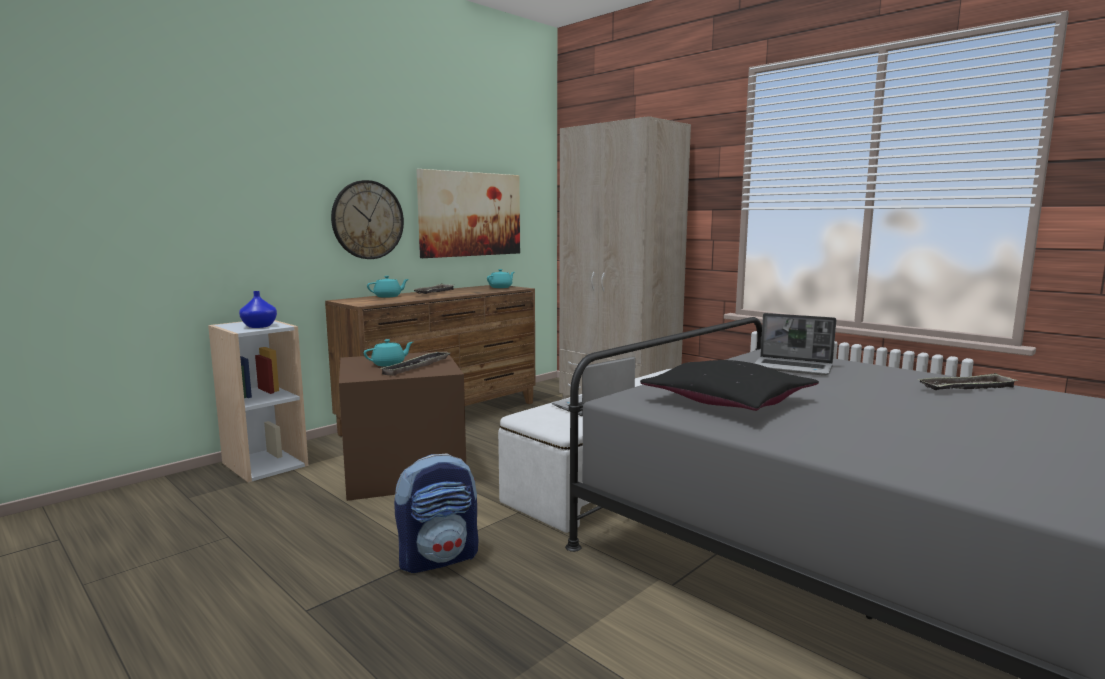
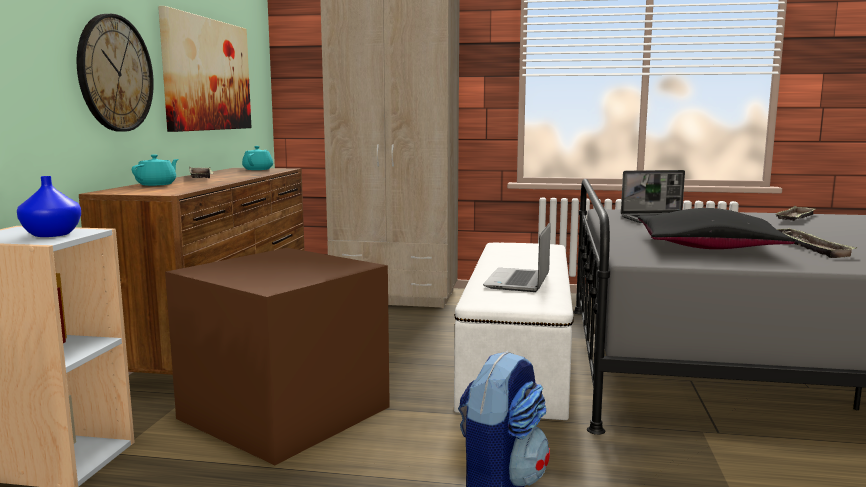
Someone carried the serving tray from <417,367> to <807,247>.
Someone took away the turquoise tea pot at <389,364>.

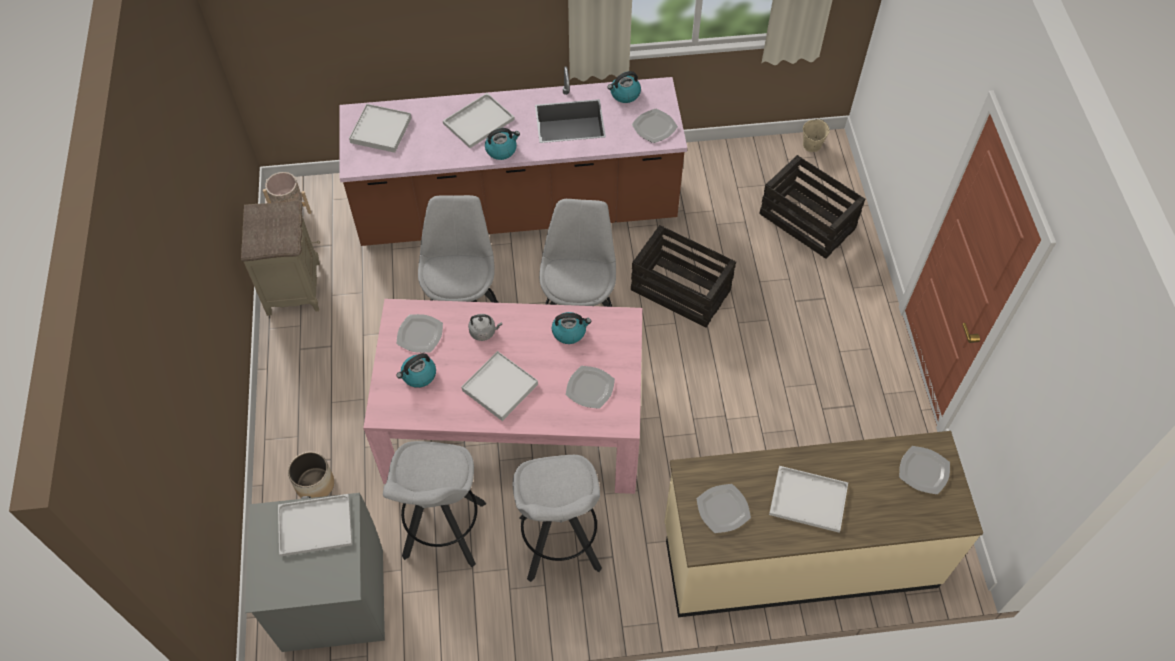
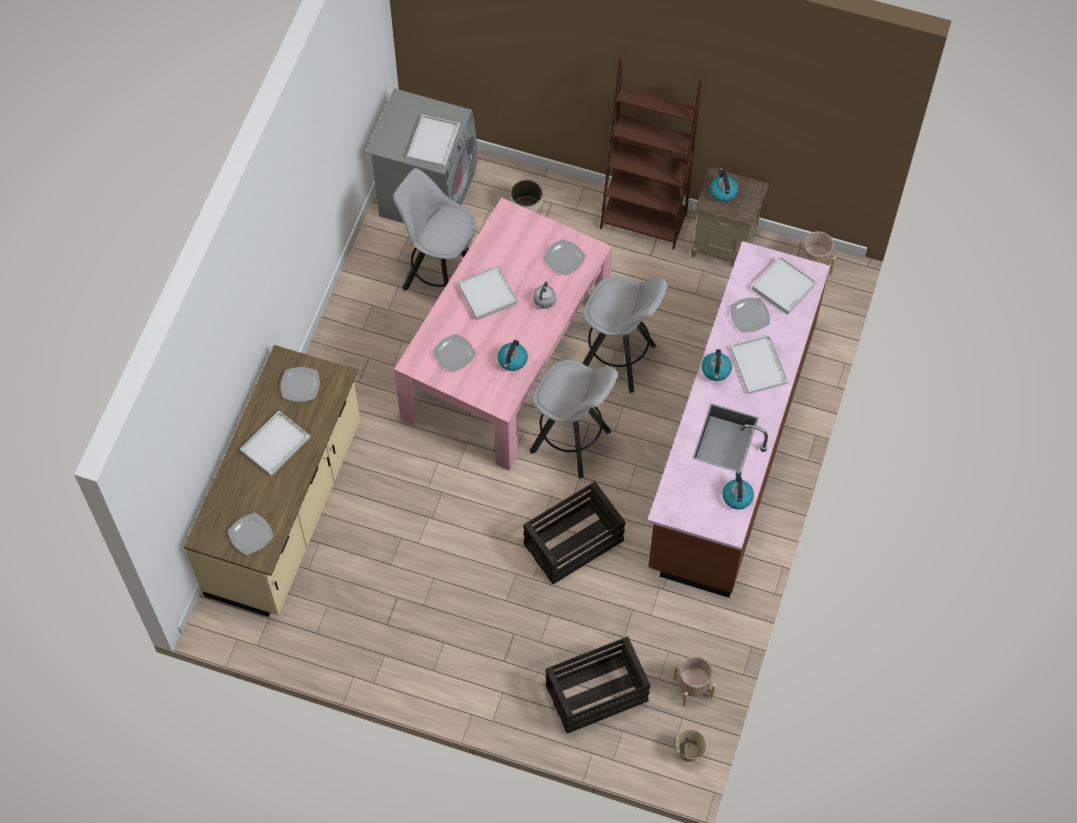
Someone put down the brown-coloured bookshelf at <643,220>.
Someone put down the beige-coloured plant pot at <693,688>.
Someone carried the kettle from <418,375> to <723,191>.
Someone carried the dinner plate from <654,127> to <749,315>.
Someone took away the grey sitting stool at <560,546>.

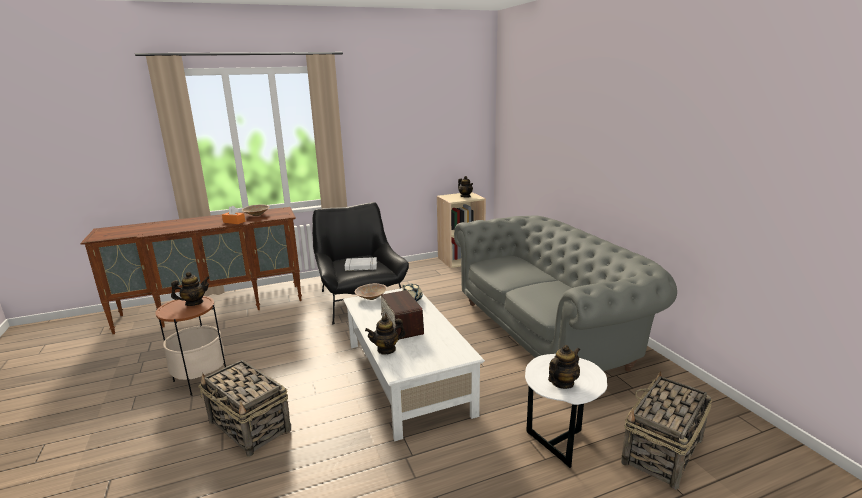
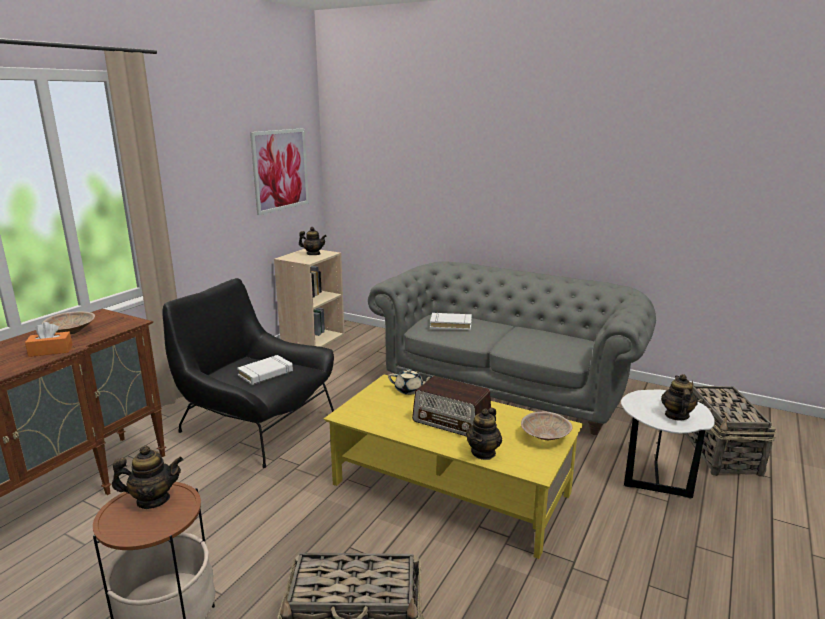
Someone rotated the tea pot at <194,303> by 60 degrees clockwise.
Someone put up the picture at <280,170>.
Someone repainted the whitish low table at <408,377>, which became the yellow low table at <452,488>.
Someone put down the whitish bound book at <451,324>.
Someone carried the beige-coloured serving bowl from <371,298> to <544,437>.

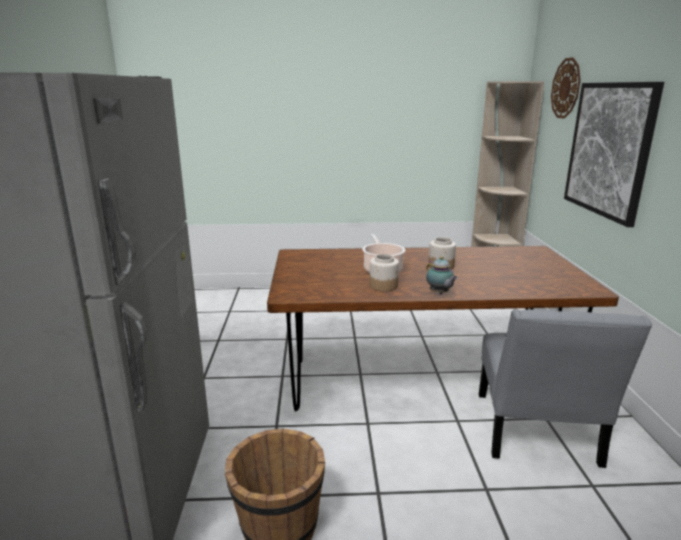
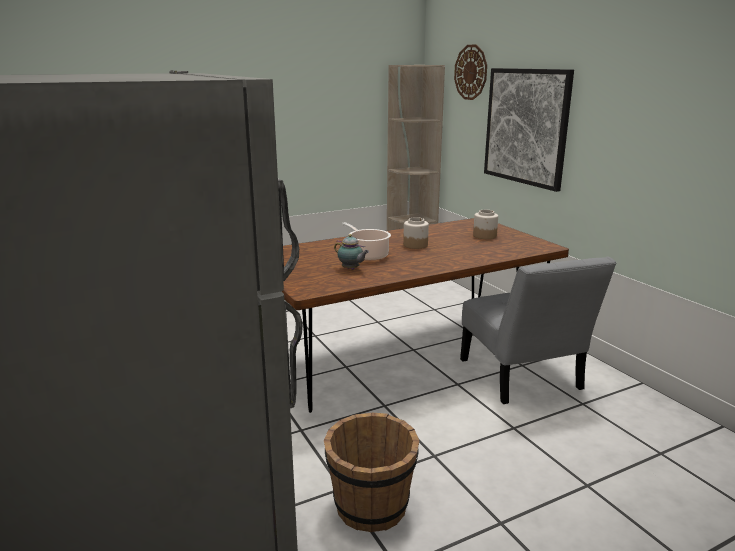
Someone carried the tea pot from <439,293> to <351,269>.
Someone carried the storage jar from <384,286> to <485,236>.

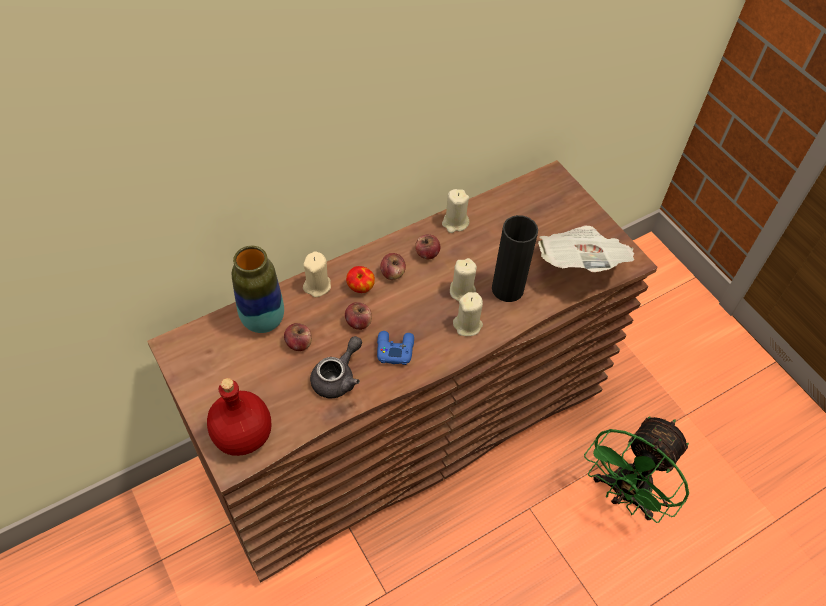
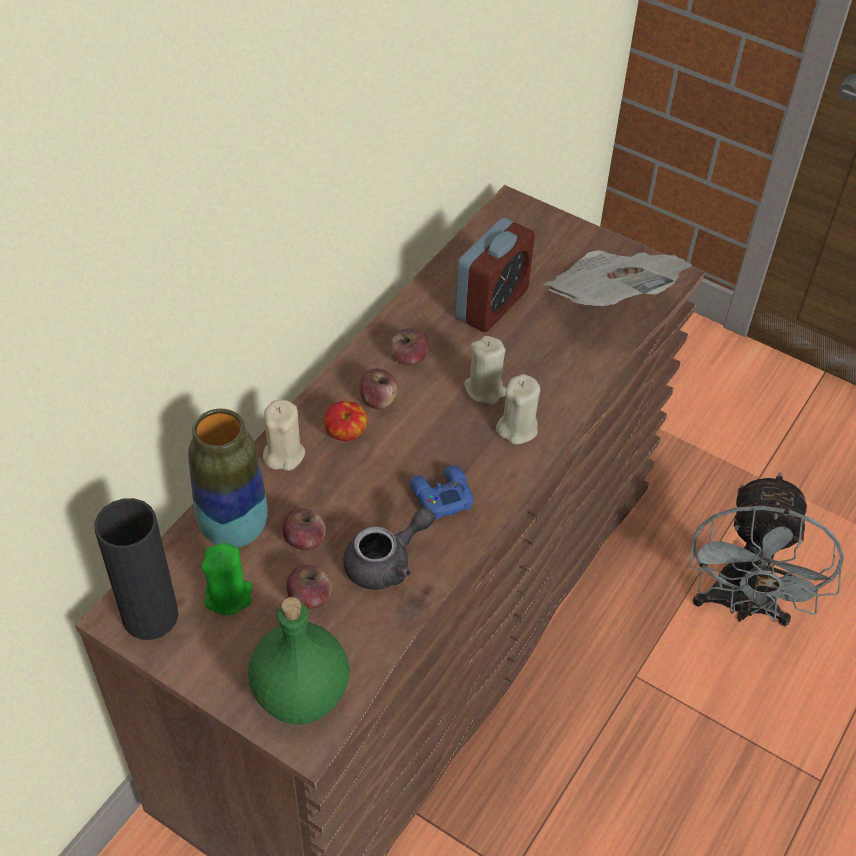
Someone carried the black-coloured vase from <507,289> to <150,616>.
Someone put down the greenish wax light at <229,596>.
Someone repainted the red beverage bottle at <243,434>, which became the greenish beverage bottle at <300,693>.
Someone carried the whole apple from <358,322> to <309,597>.
Someone rotated the grey tea pot at <338,377> by 45 degrees clockwise.
Someone put down the alarm clock at <491,304>.
Someone repainted the greenish cooling fan at <624,494>, which became the grey cooling fan at <741,606>.
Someone took away the beige-coloured wax light at <455,223>.

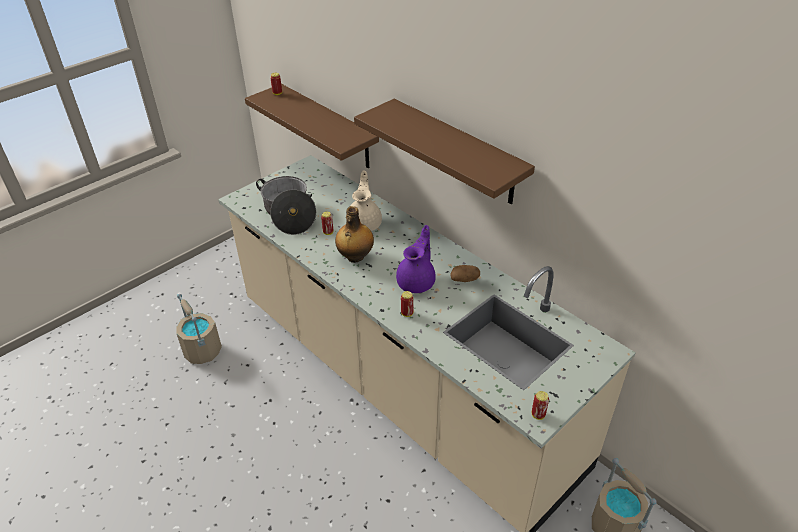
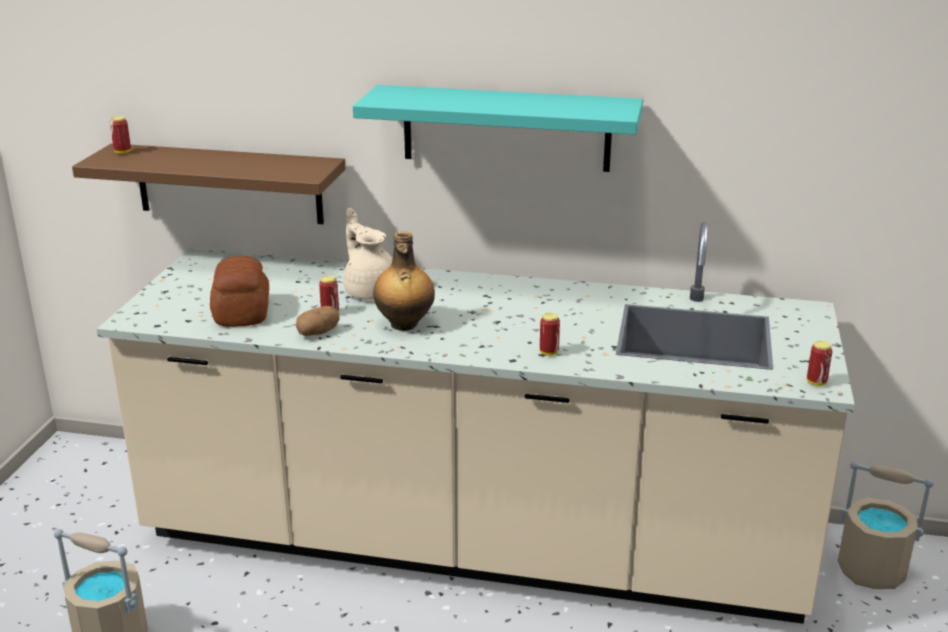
Someone swapped the cooking pot at <289,214> for the bakery bread at <243,312>.
Someone carried the spud from <464,279> to <318,332>.
Someone repainted the brown-coloured bracket shelf at <458,152>, which became the turquoise bracket shelf at <506,128>.
Someone took away the purple tea pot at <417,282>.

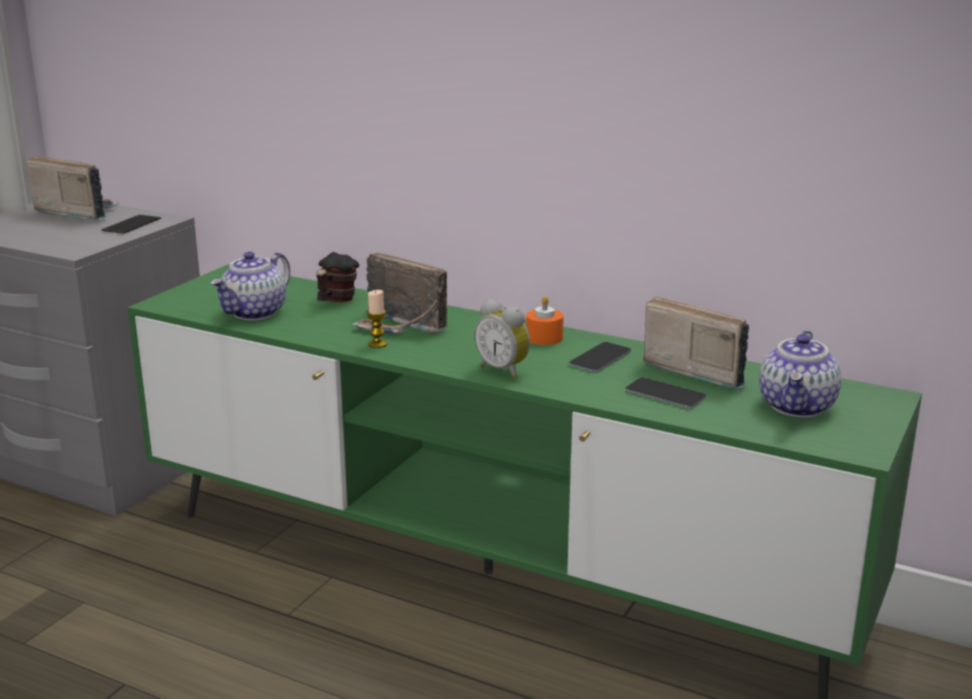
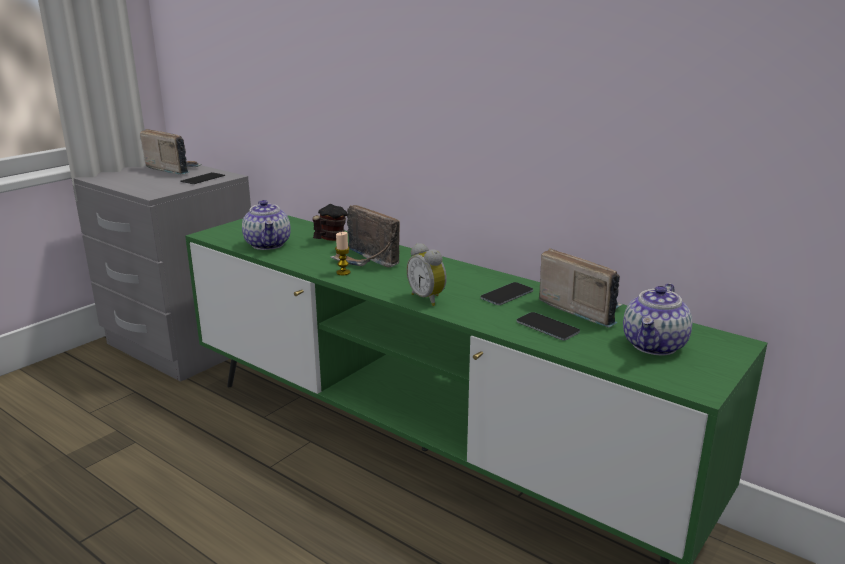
Someone rotated the tea pot at <255,313> by 60 degrees counterclockwise.
Someone took away the orange-coloured wax light at <544,338>.

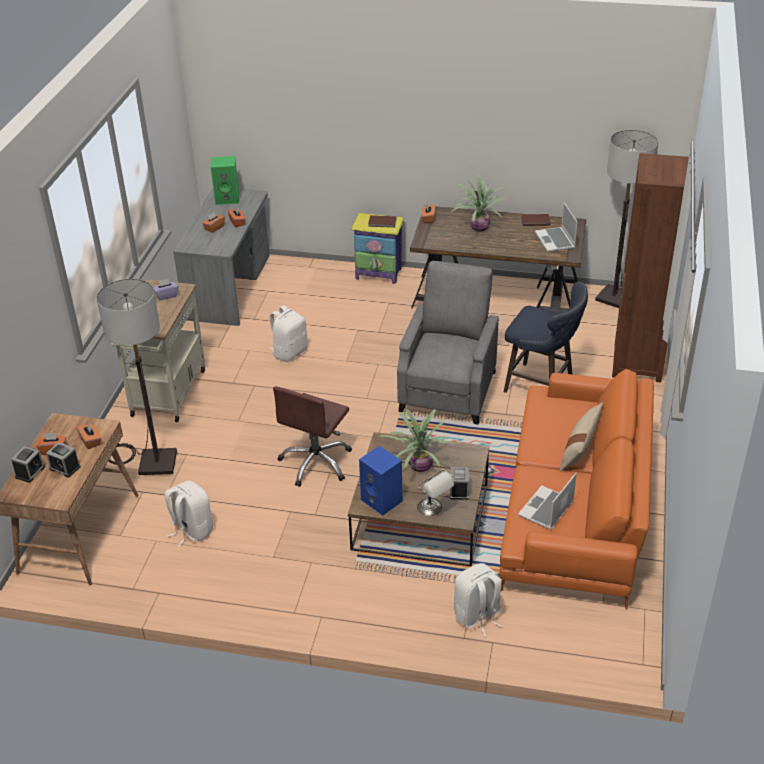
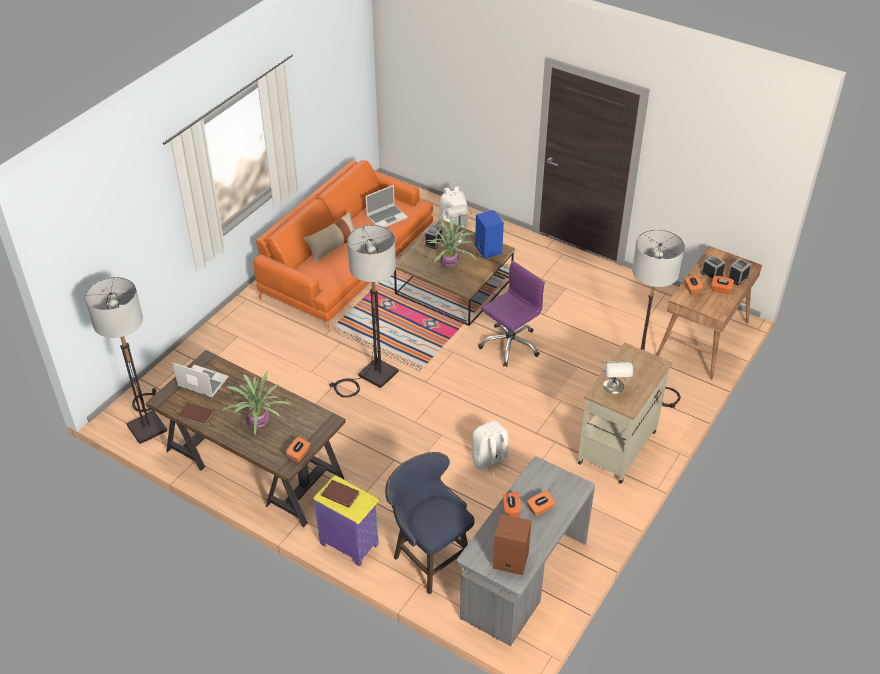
Someone rotated the portable computer at <555,241> by 75 degrees counterclockwise.
Someone swapped the grey armchair at <449,388> for the standing lamp at <369,378>.
Someone carried the blue sitting stool from <541,386> to <430,558>.
Someone repainted the brown-coloured office chair at <316,462>, which became the purple office chair at <509,345>.
Someone repainted the greenish speaker at <228,198>, which became the brown-coloured speaker at <509,561>.
Someone swapped the purple tissue holder at <166,295> for the whitish lamp for a table at <614,389>.
Someone took away the whitish backpack at <191,530>.
Someone took away the brown-coloured bookshelf at <637,362>.

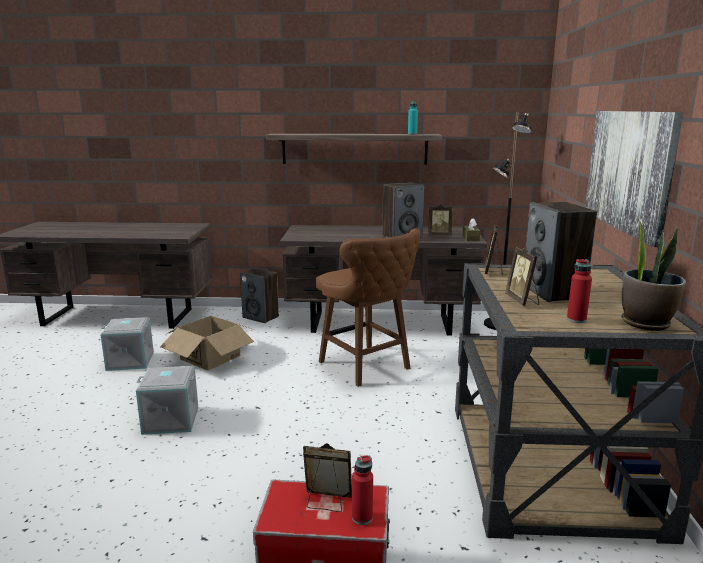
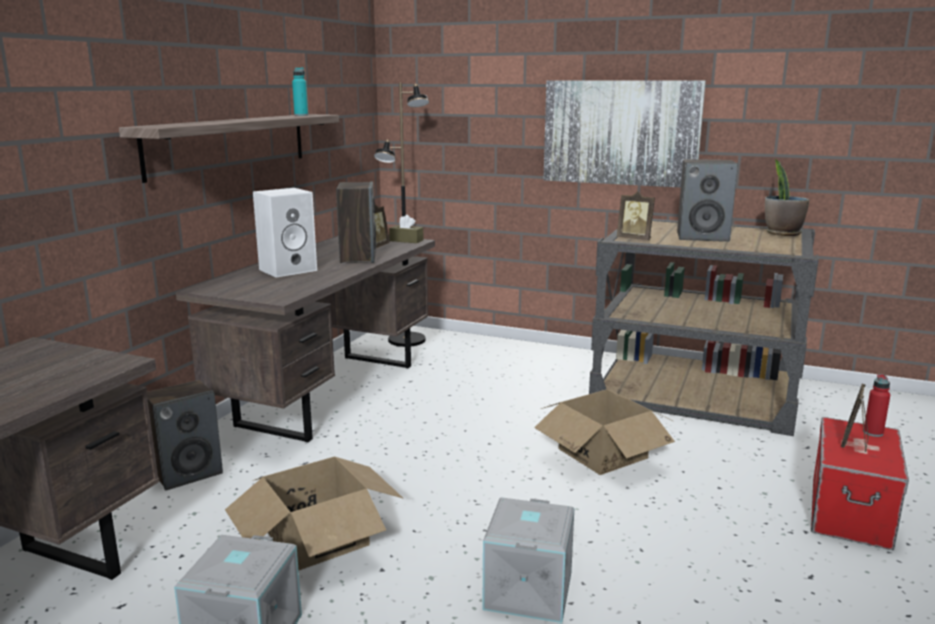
Someone put down the whitish speaker at <288,269>.
Someone put down the cardboard box at <603,453>.
Someone took away the brown-coloured sitting stool at <367,367>.
Someone took away the standing frame at <522,301>.
Someone took away the red beverage bottle at <576,319>.

